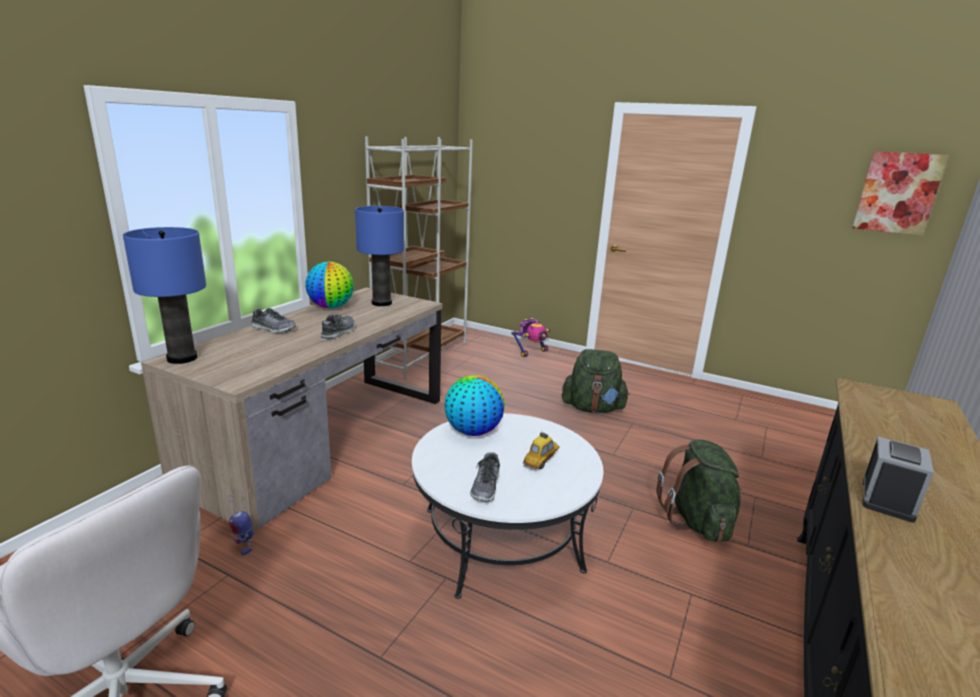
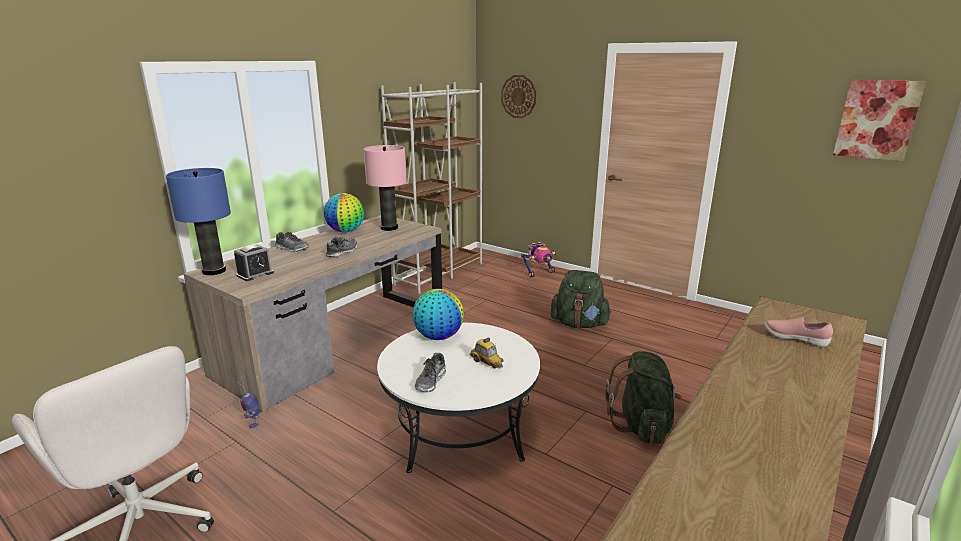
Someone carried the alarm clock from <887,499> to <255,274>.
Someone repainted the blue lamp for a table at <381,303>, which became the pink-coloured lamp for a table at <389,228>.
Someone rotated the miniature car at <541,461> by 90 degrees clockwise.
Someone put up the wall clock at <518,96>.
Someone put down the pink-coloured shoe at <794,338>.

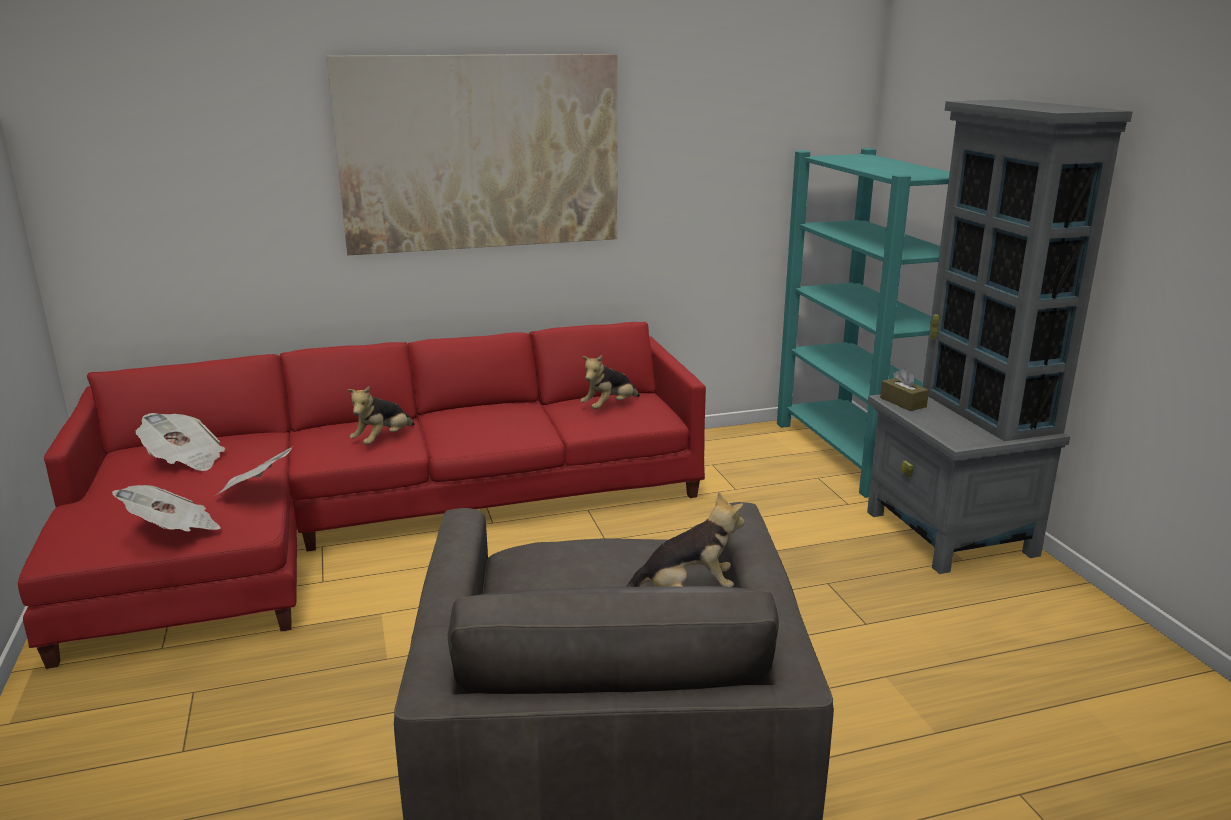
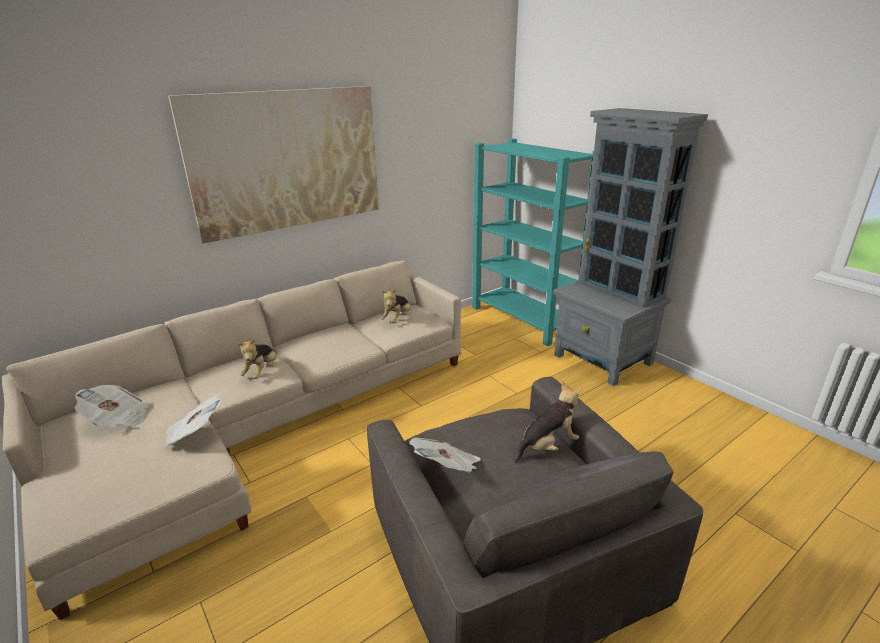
Someone repainted the red couch at <373,518>, which became the beige-coloured couch at <258,424>.
Someone carried the newspaper from <173,530> to <447,468>.
Someone took away the brown-coloured tissue holder at <903,402>.

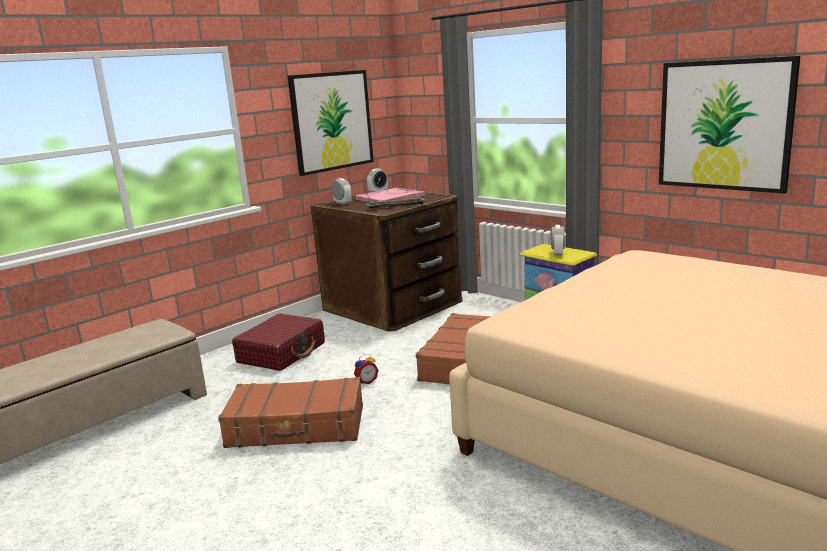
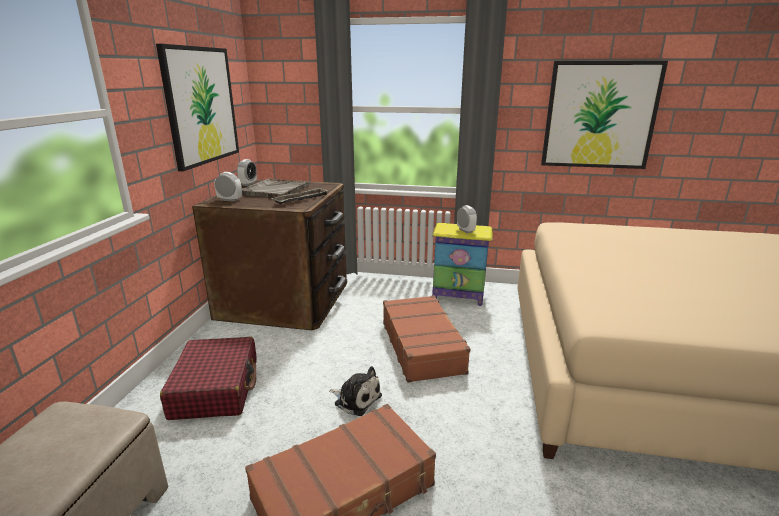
Someone repainted the pink-coloured serving tray at <389,197>, which became the grey serving tray at <275,190>.
Someone swapped the alarm clock at <366,381> for the cuddly toy at <356,399>.

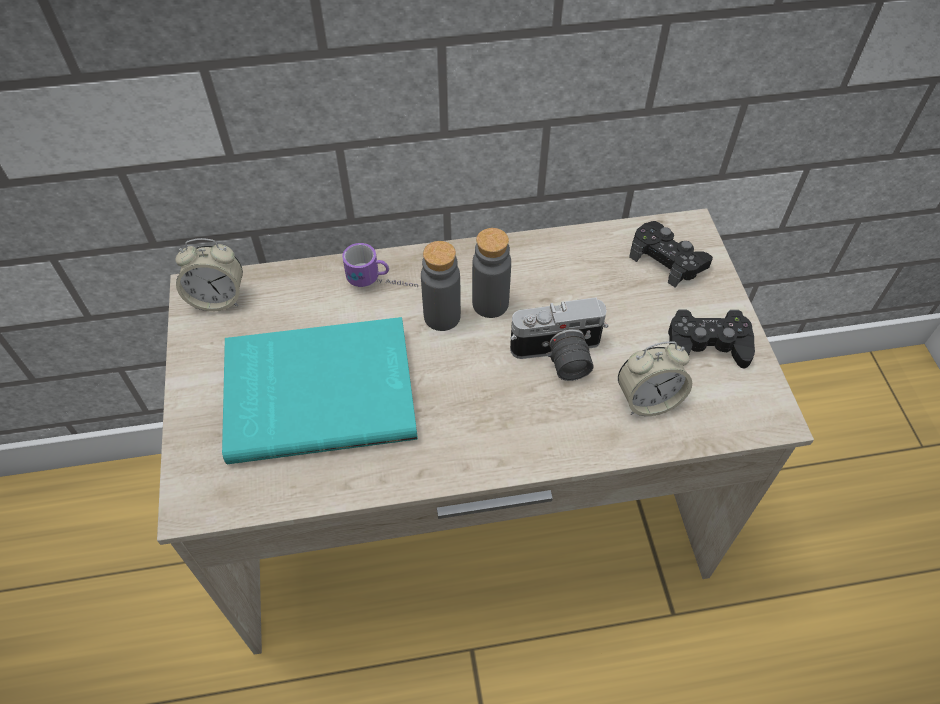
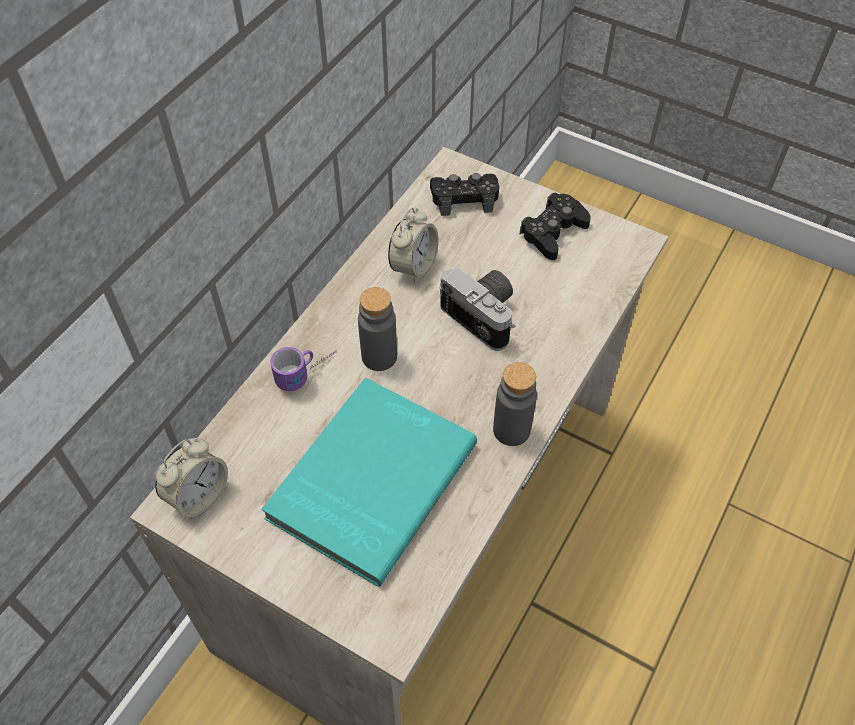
Someone carried the alarm clock from <648,400> to <413,267>.
Someone rotated the photo camera at <558,358> by 75 degrees counterclockwise.
Someone carried the grey beverage bottle from <490,304> to <511,430>.

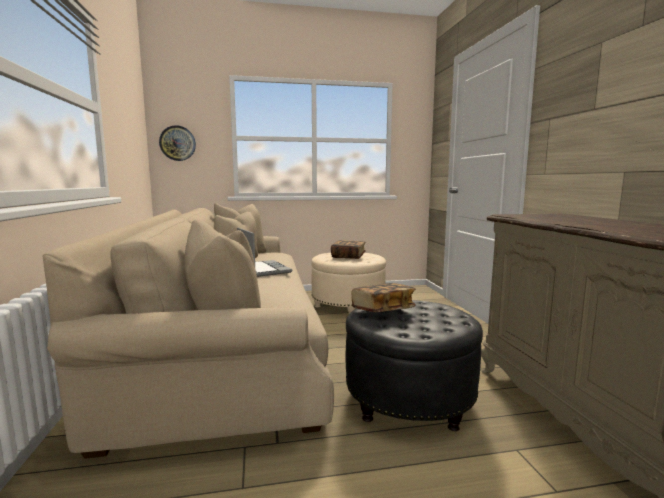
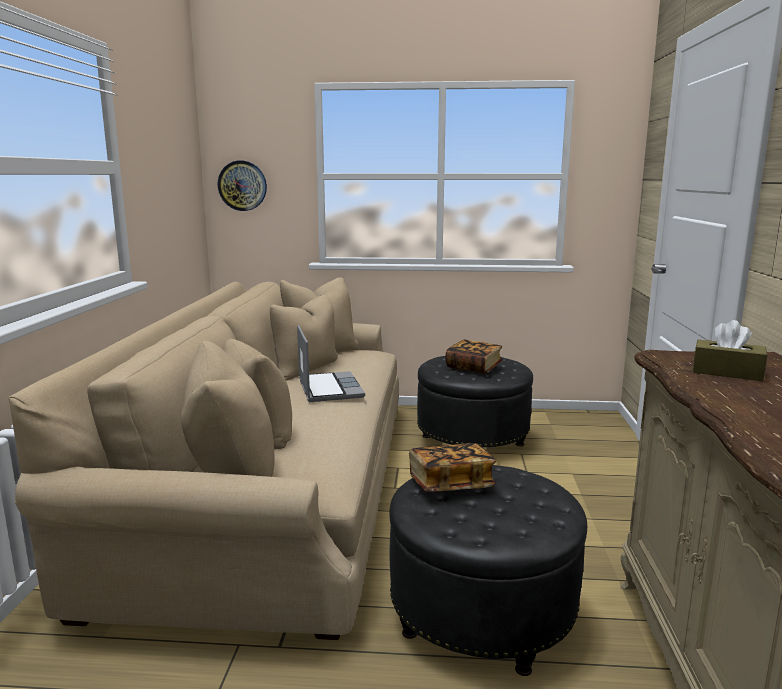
Someone repainted the beige-coloured ottoman at <348,306>, which became the black-coloured ottoman at <472,440>.
Someone put down the brown-coloured tissue holder at <727,372>.

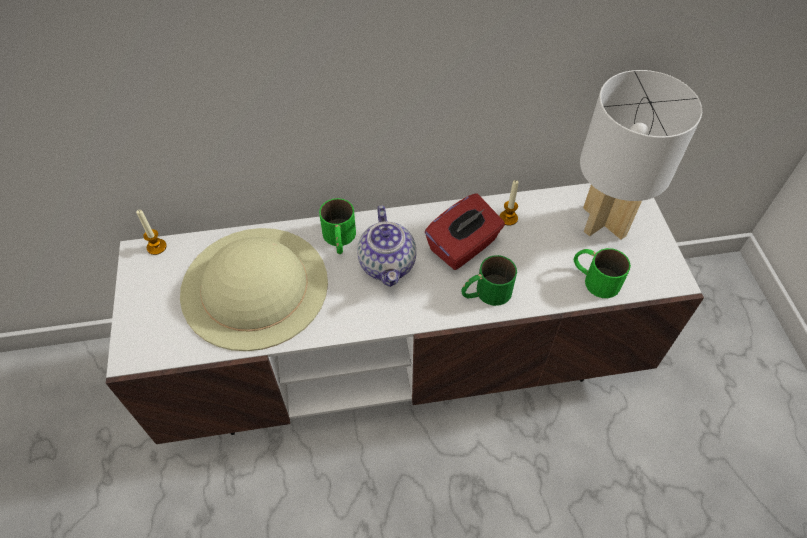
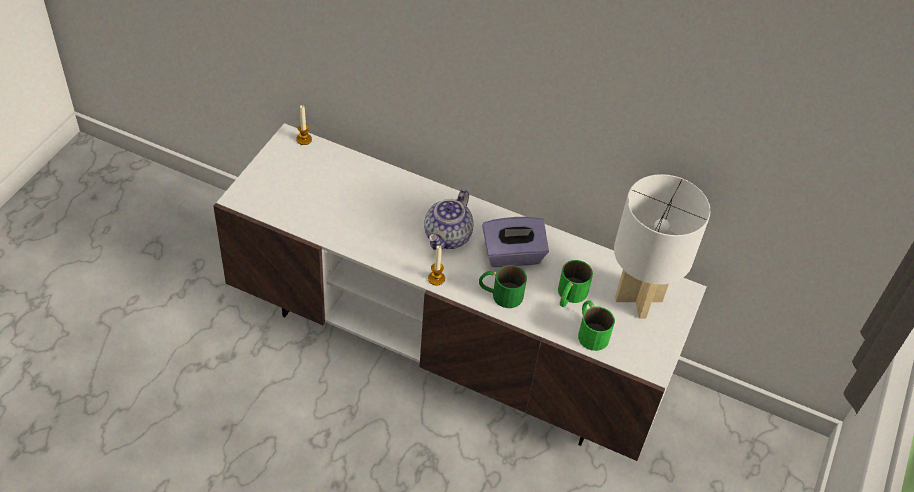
Someone carried the wax light from <508,218> to <436,278>.
Someone repainted the red tissue holder at <463,247>, which became the purple tissue holder at <513,255>.
Someone carried the greenish mug from <339,240> to <569,296>.
Someone took away the beige-coloured clothing hat at <255,286>.

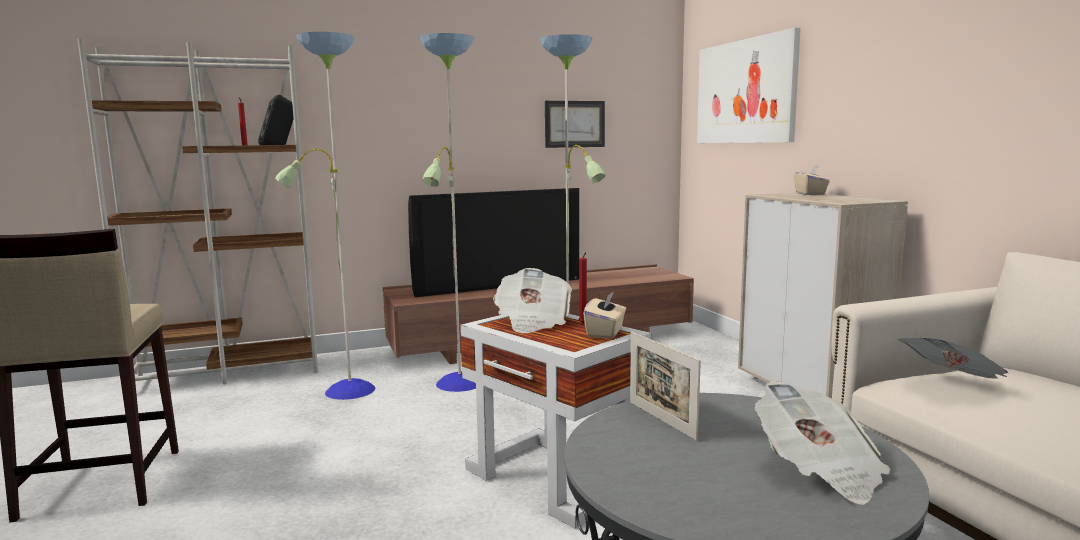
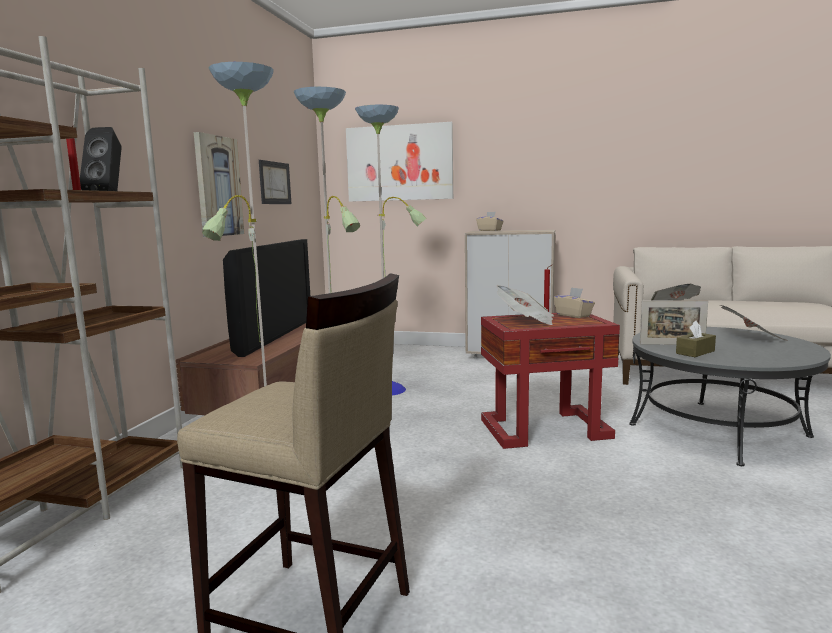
Someone put up the picture at <218,186>.
Someone repainted the whitish side table at <556,478>, which became the red side table at <546,429>.
Someone put down the brown-coloured tissue holder at <695,352>.

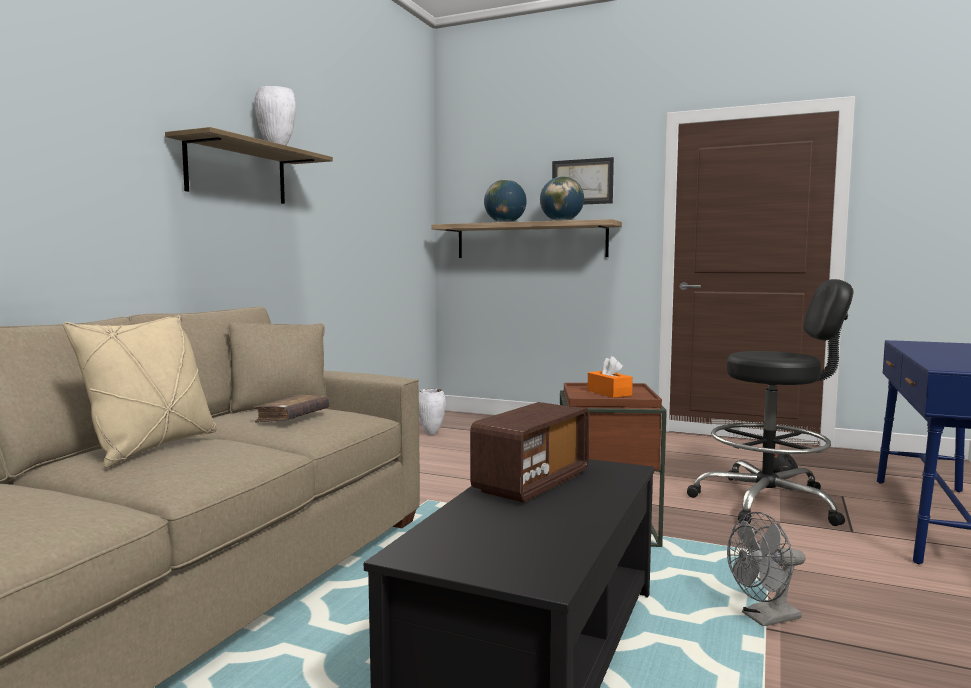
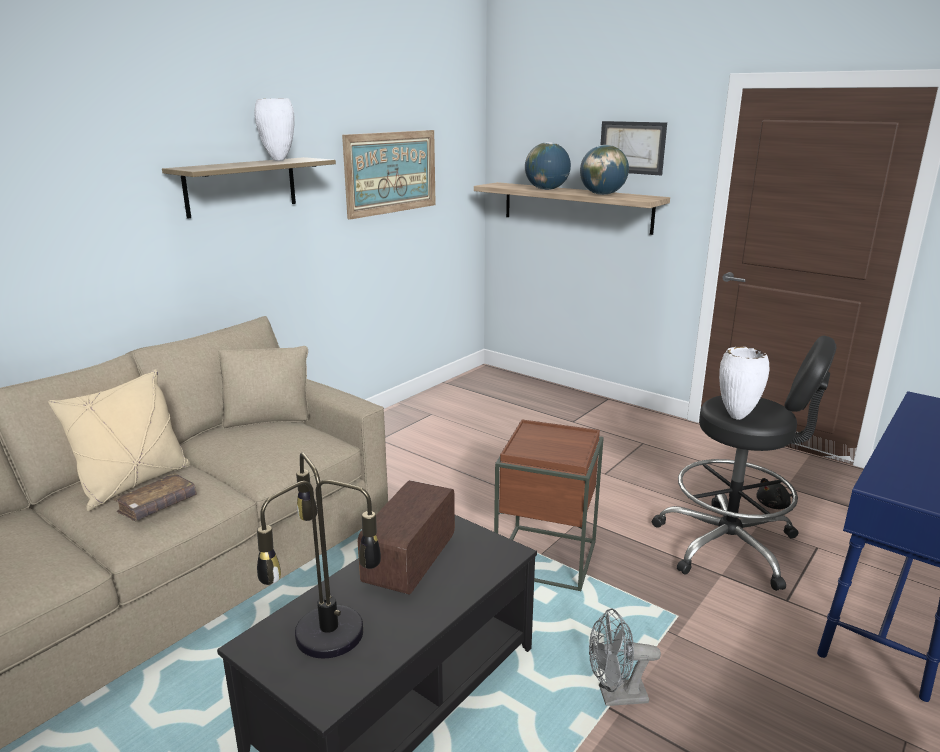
Someone carried the brown-coloured bound book from <293,417> to <158,506>.
Someone put down the lamp for a table at <328,634>.
Someone put up the picture at <391,172>.
Someone rotated the radio receiver at <532,483> by 150 degrees clockwise.
Someone carried the whitish vase from <431,434> to <736,417>.
Someone took away the orange-coloured tissue holder at <609,393>.

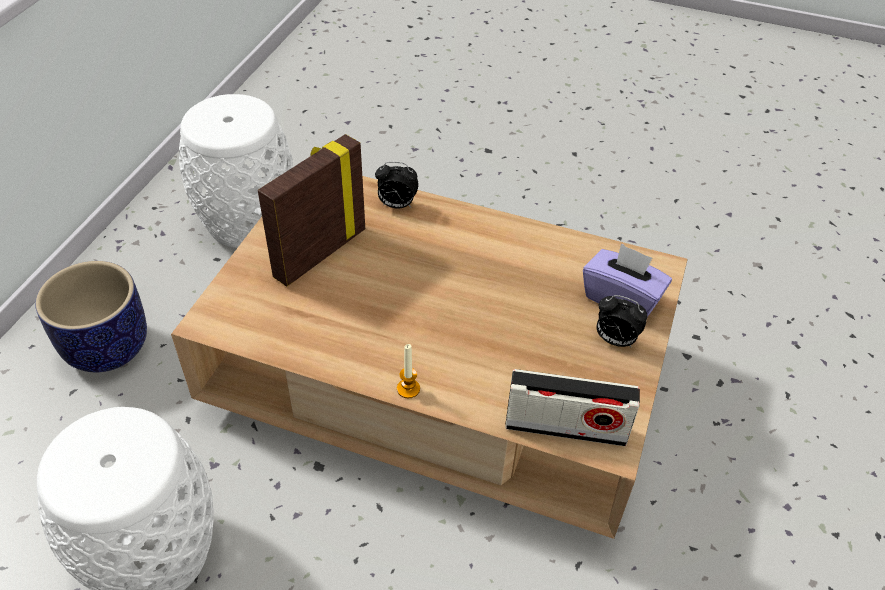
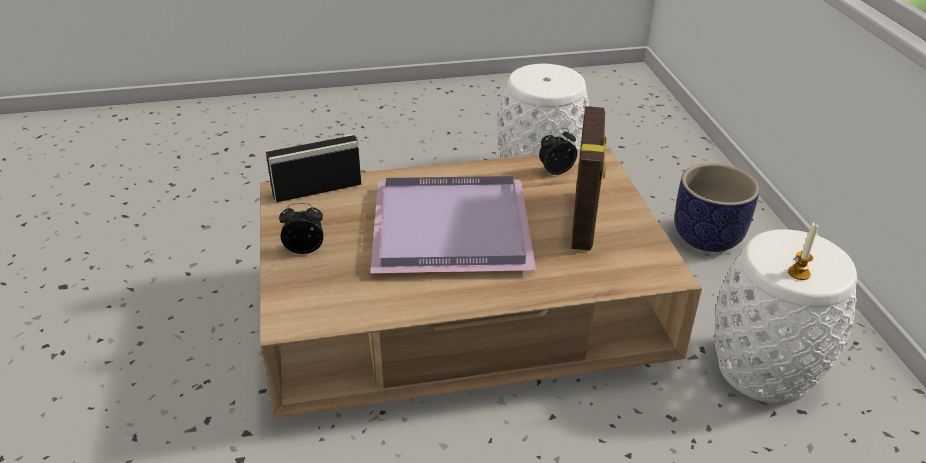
Someone put down the purple serving tray at <454,226>.
Someone carried the alarm clock from <396,205> to <556,171>.
Someone carried the wax light from <408,389> to <799,273>.
Someone took away the purple tissue holder at <621,298>.

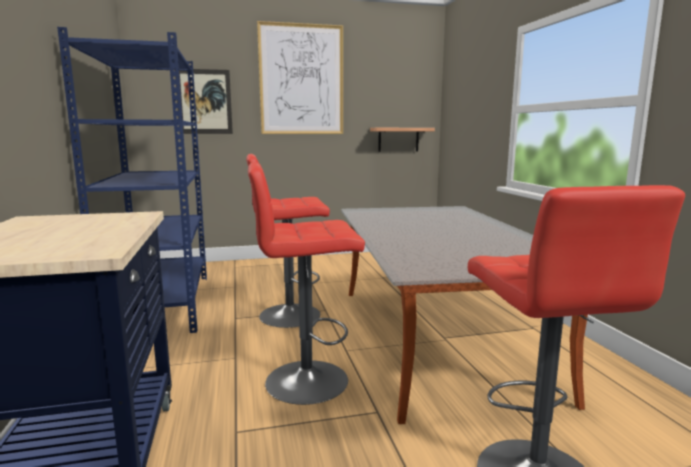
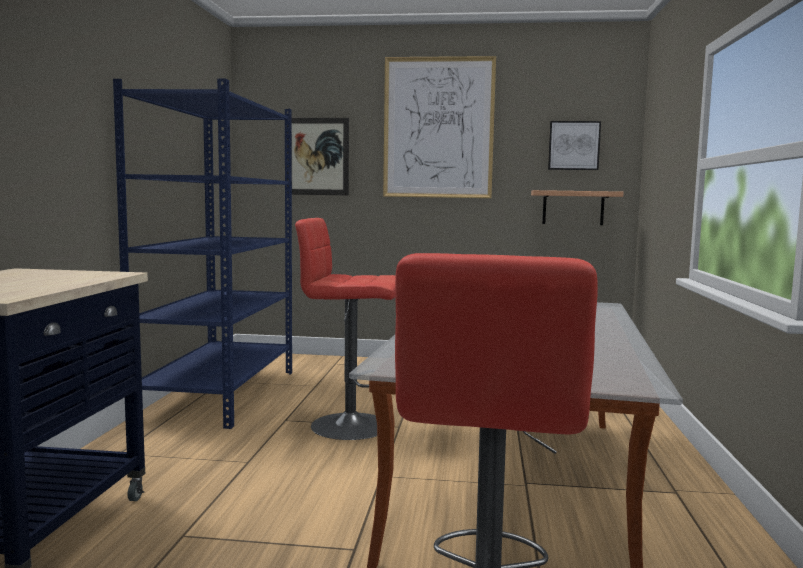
Someone put up the picture at <574,145>.
Someone took away the red sitting stool at <305,381>.

